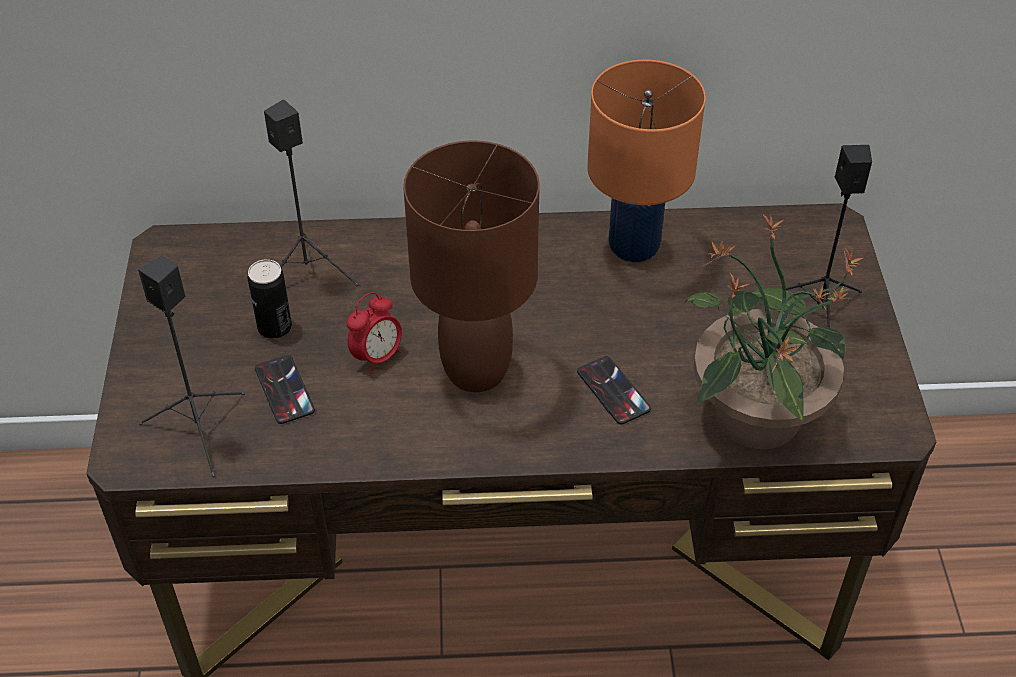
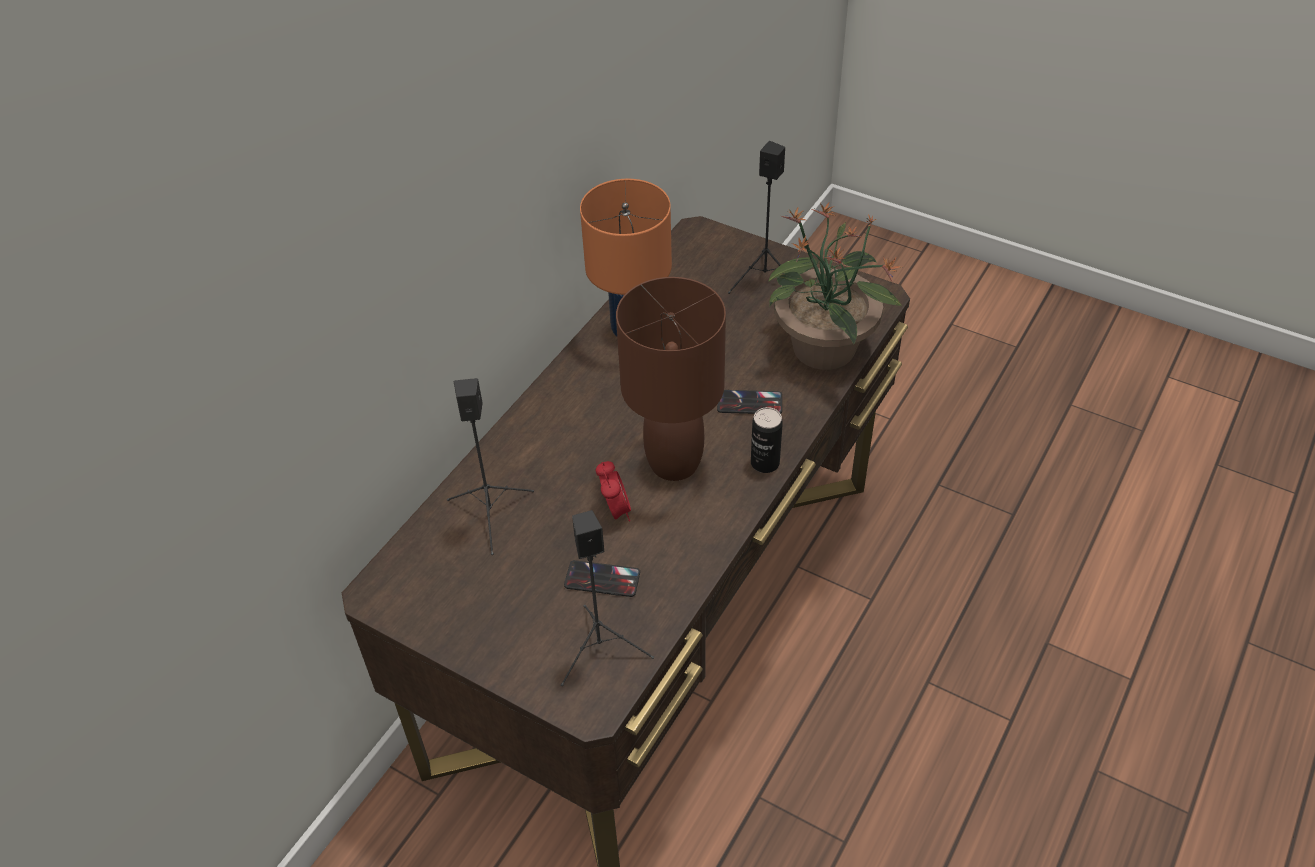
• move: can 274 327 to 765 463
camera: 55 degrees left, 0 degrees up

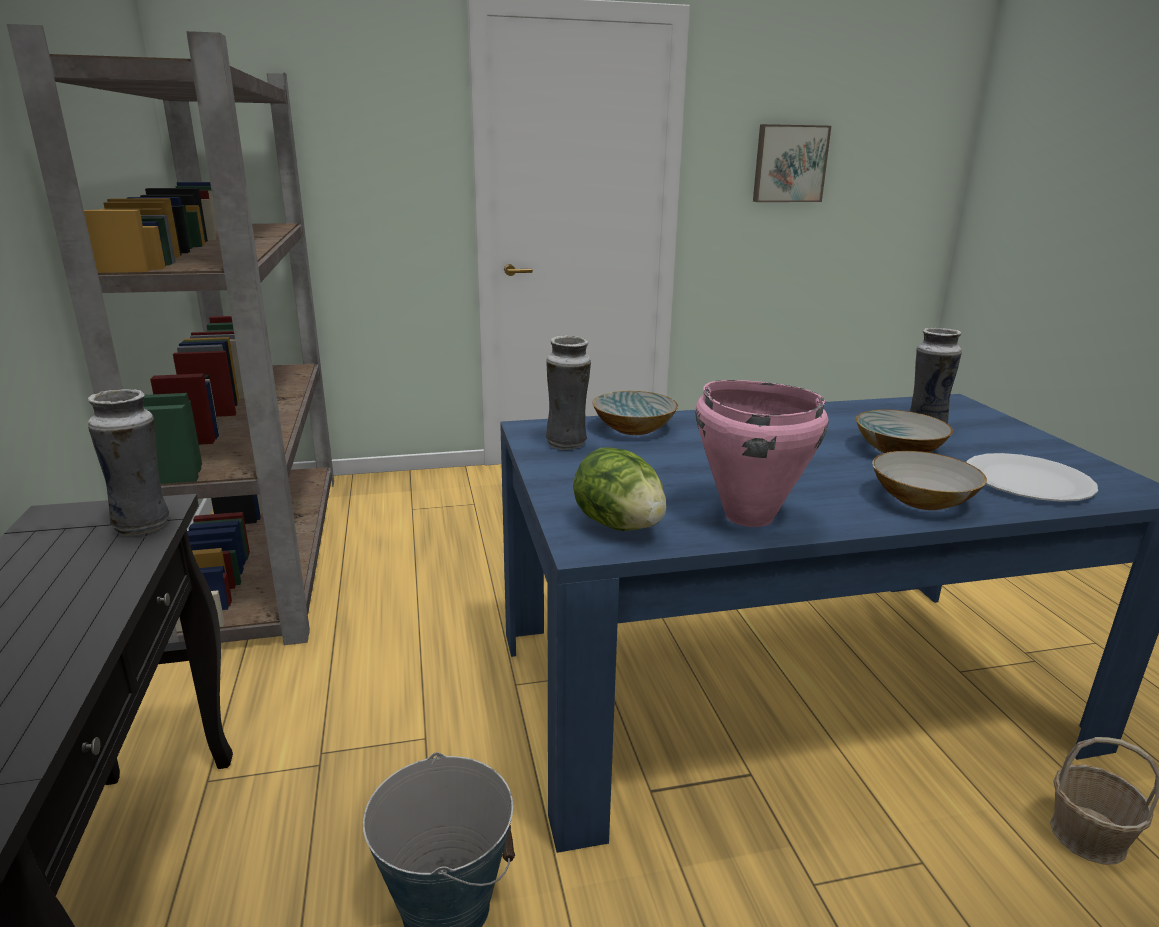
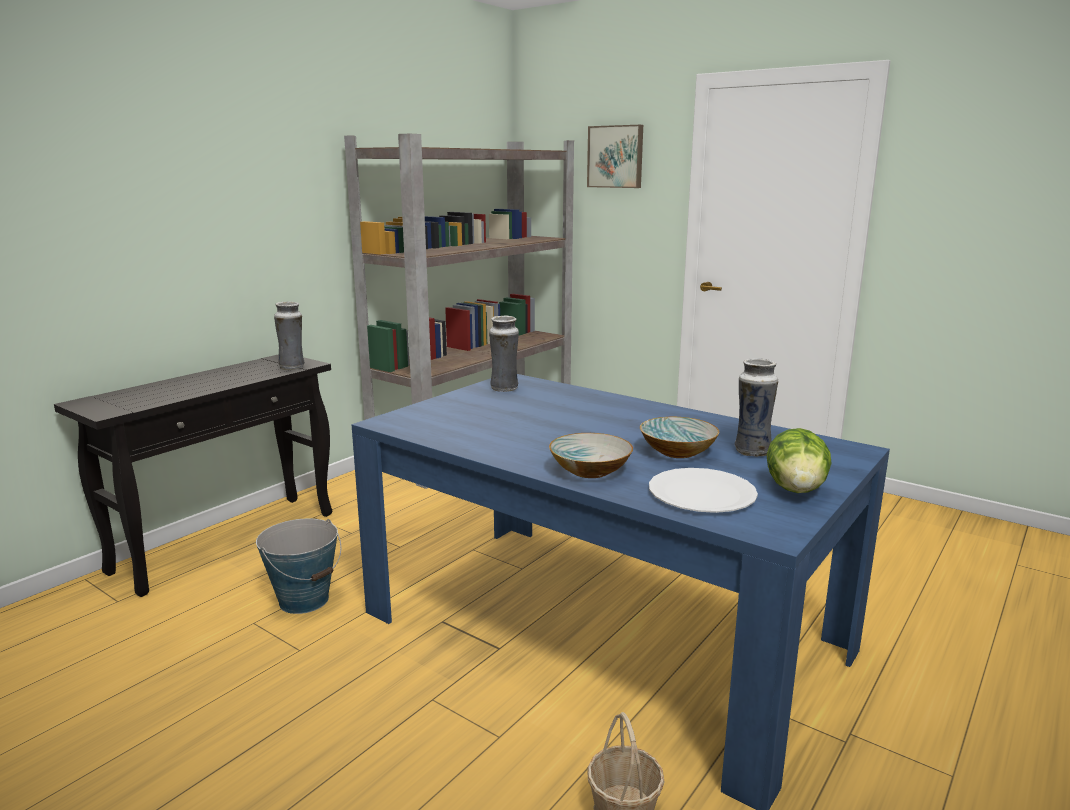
• move: picture 789 163 to 616 156
• move: lettuce 619 525 to 796 489
• delete: deep dish 635 428
• delete: pinkish saucepot 748 516
camera: 50 degrees right, 5 degrees down

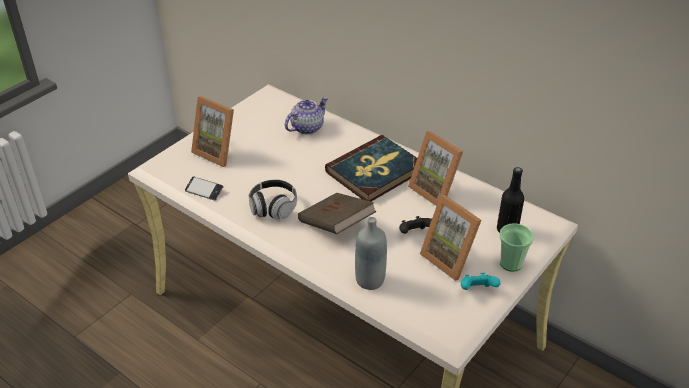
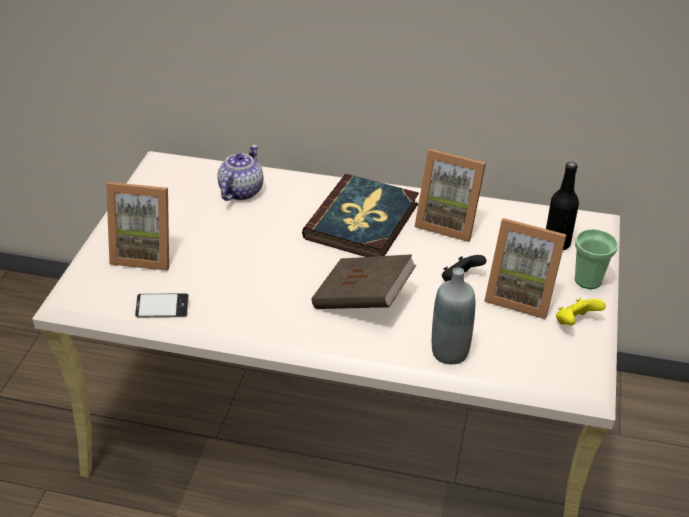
• recolor: turquoise game controller 477 290 to yellowish game controller 575 322
• delete: headset 273 207
camera: 25 degrees left, 0 degrees up

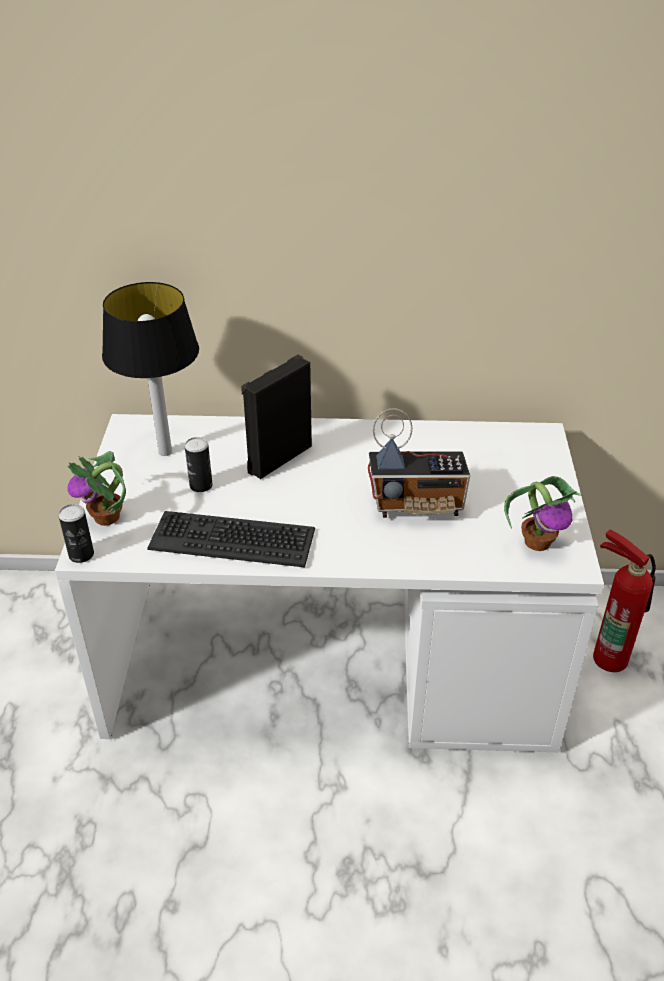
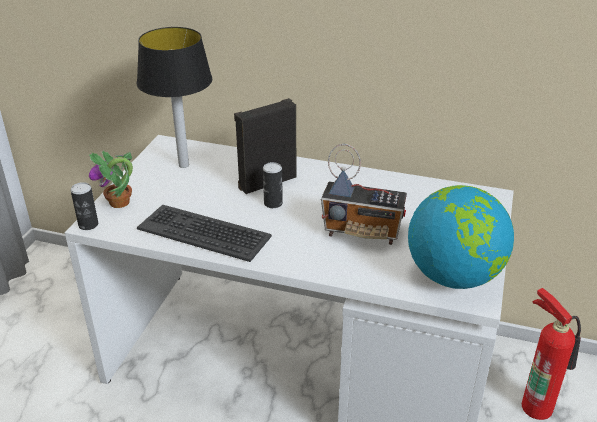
• move: can 201 485 to 273 203
• replace: plant in a pot 538 541 to globe 454 276
camera: 15 degrees right, 5 degrees down

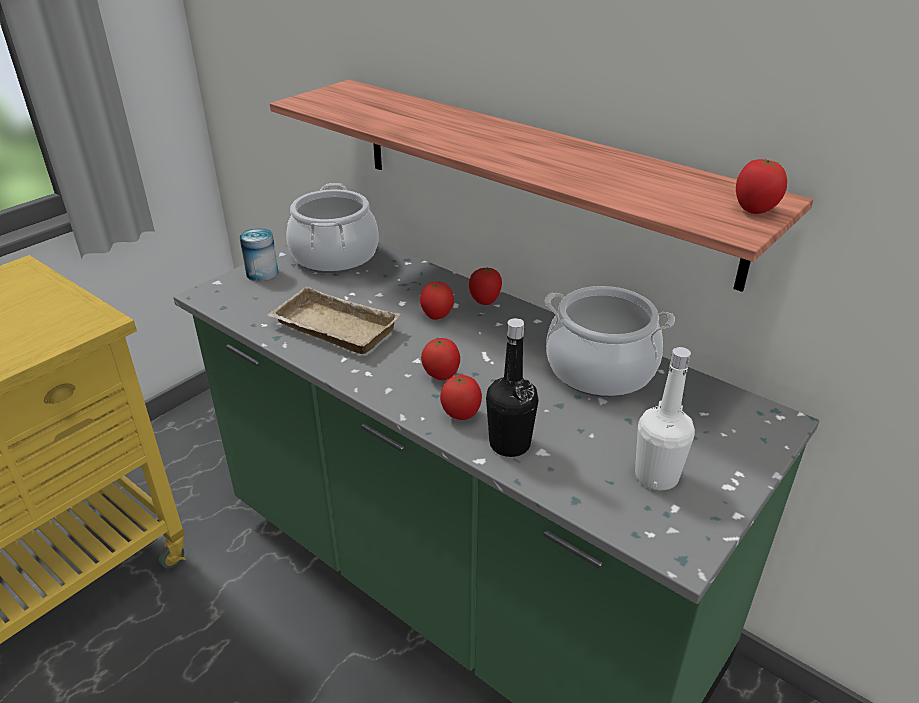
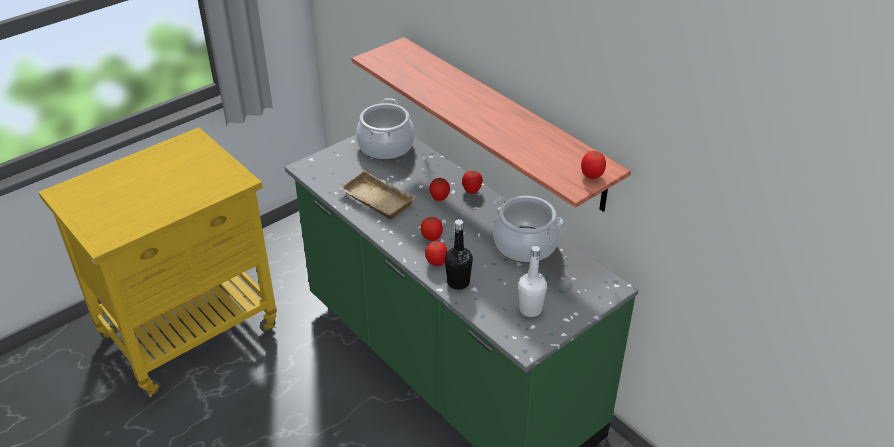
• delete: can 262 273
camera: 10 degrees right, 5 degrees up

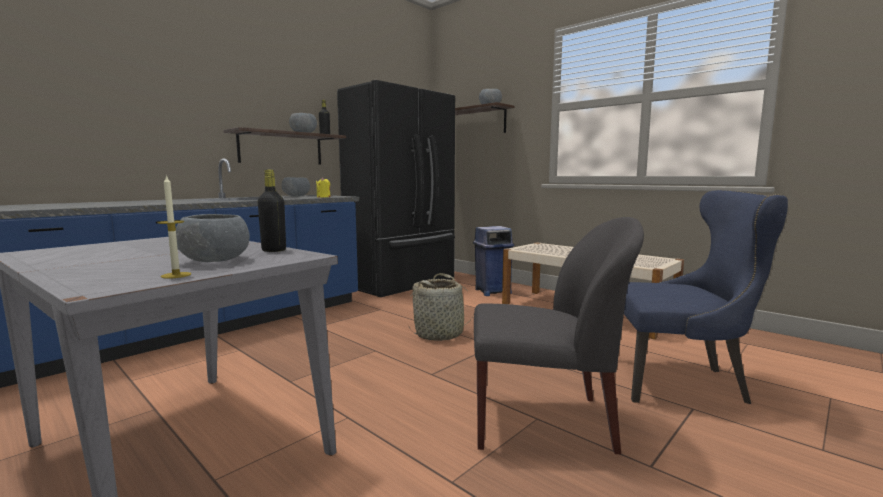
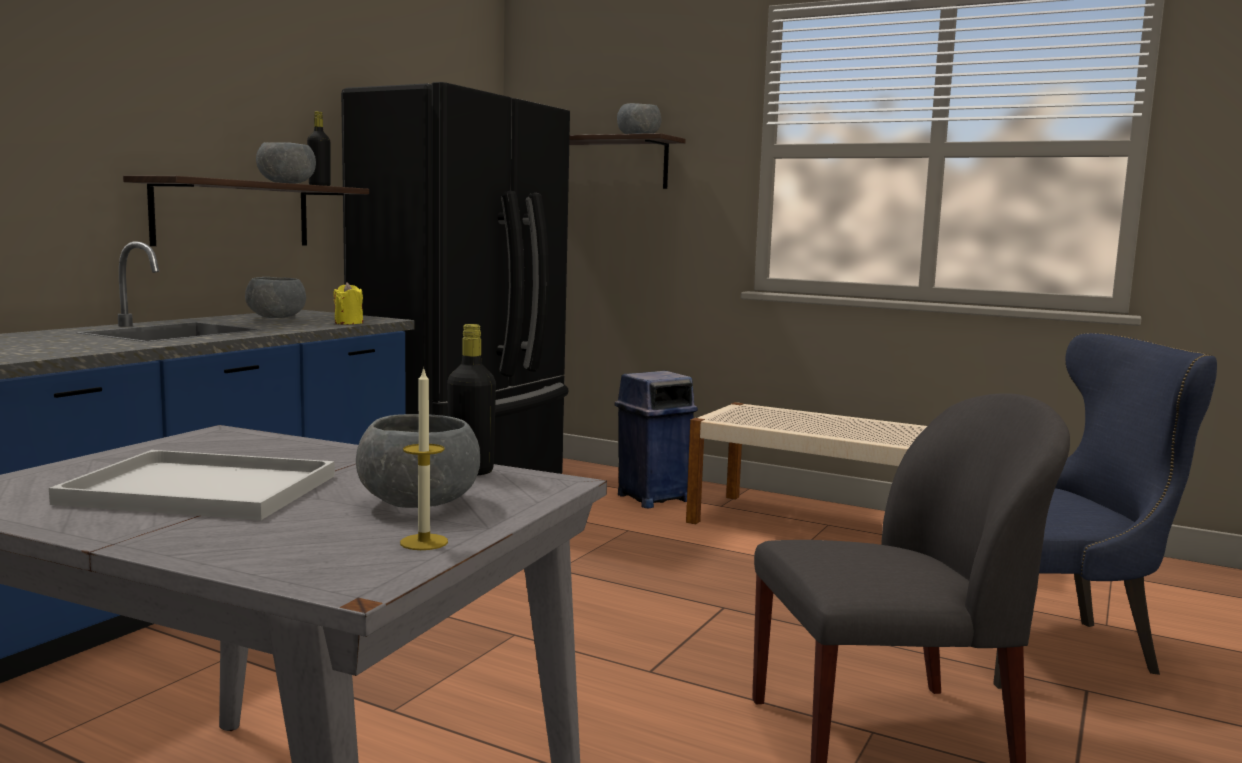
• insert: white tray 196 490
• delete: storage basket 439 334
camera: 15 degrees left, 0 degrees up

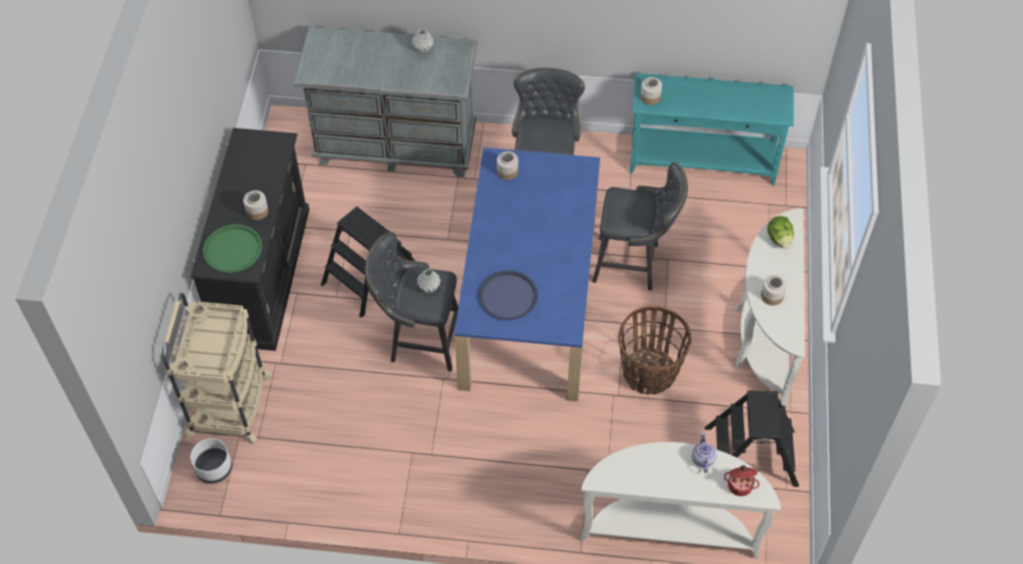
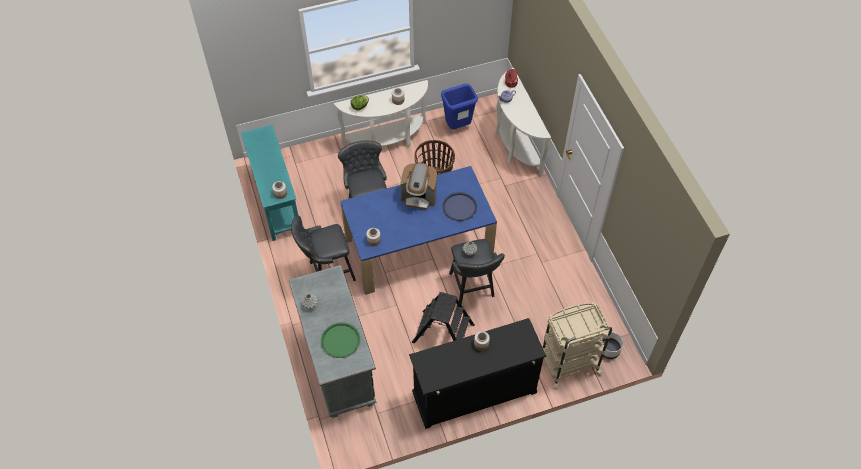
• move: green-coloured tray 232 249 to 340 340
• insert: coffee brewer 419 197
• replace: black-coloured step ladder 751 456 to blue-coloured waste bin 458 127
camera: 115 degrees left, 0 degrees up

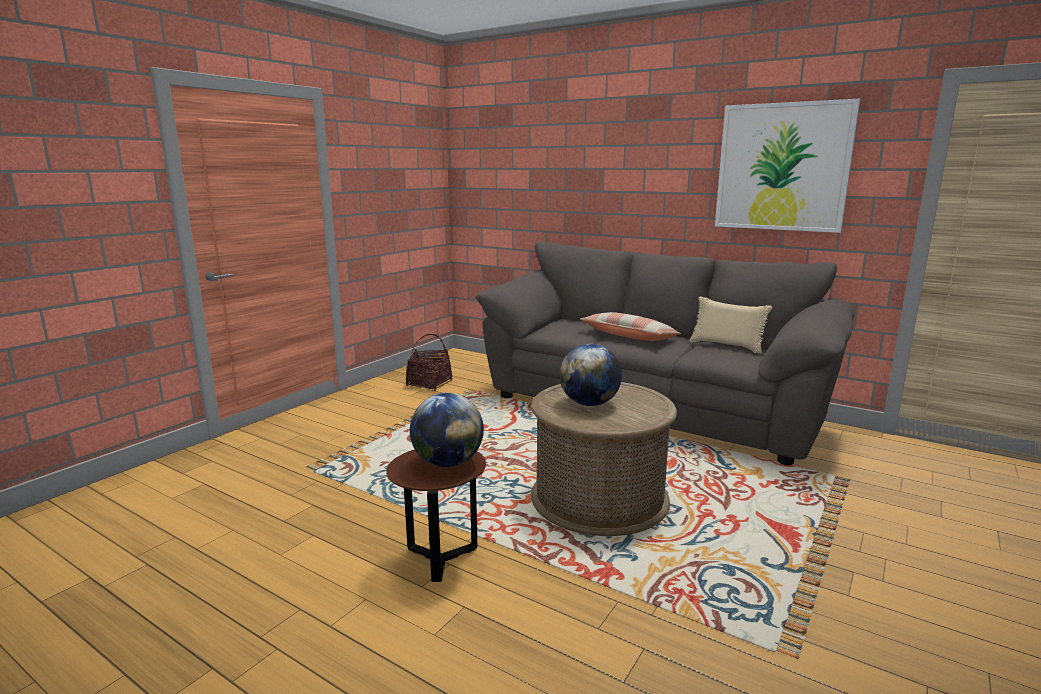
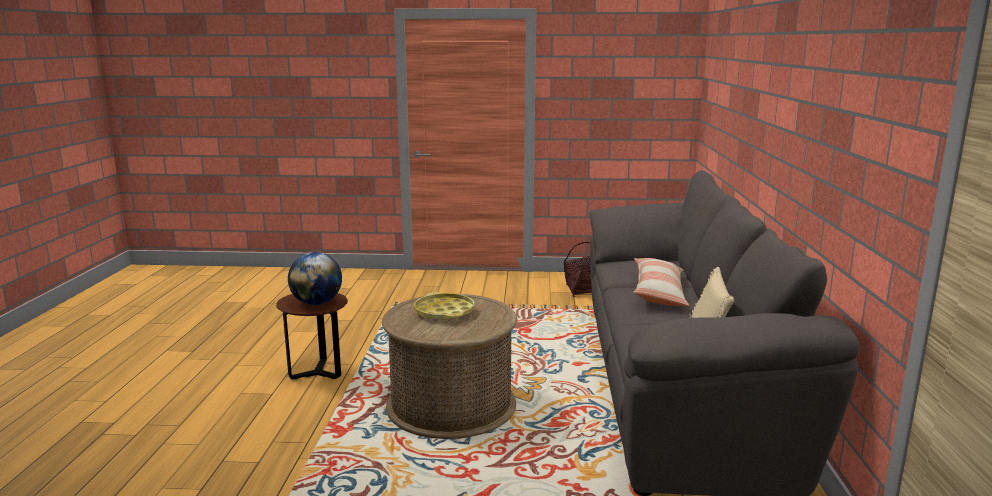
• replace: globe 589 404 to yellowish tray 444 312
• delete: picture 782 167
camera: 60 degrees right, 0 degrees up

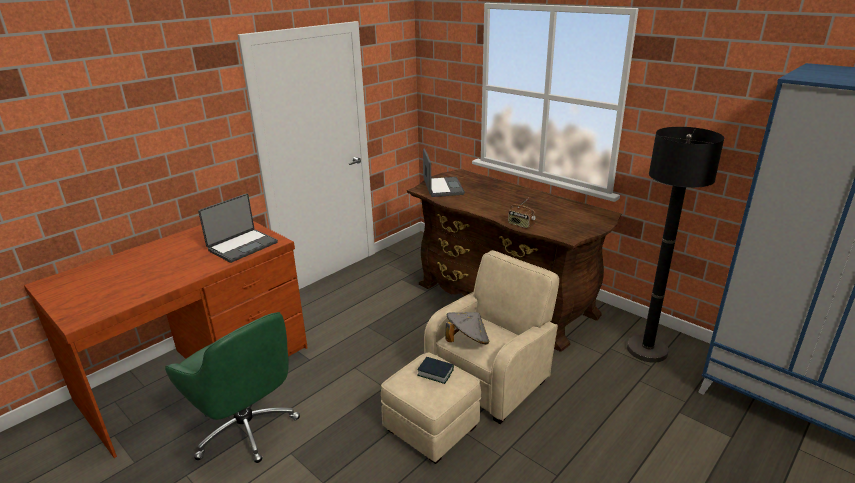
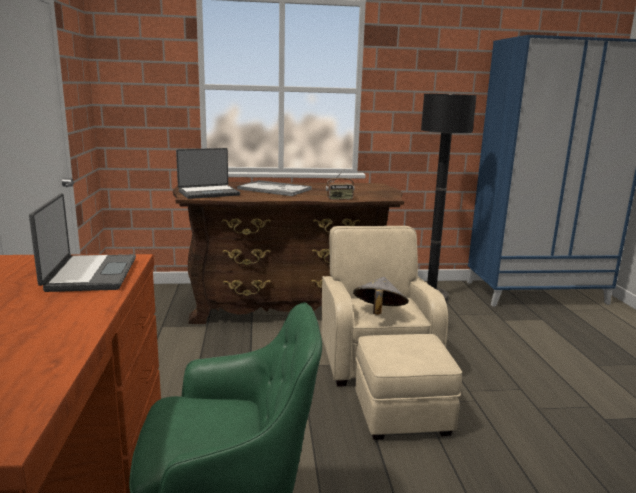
• rotate: notebook computer 442 188 = 208 193 120 degrees clockwise
• insert: tray 275 189
• delete: volume 435 372
camera: 50 degrees left, 10 degrees down

